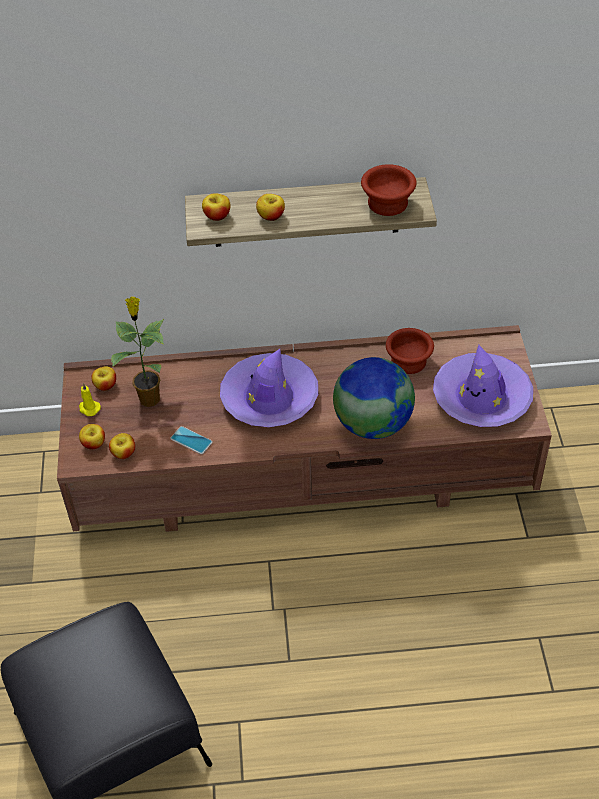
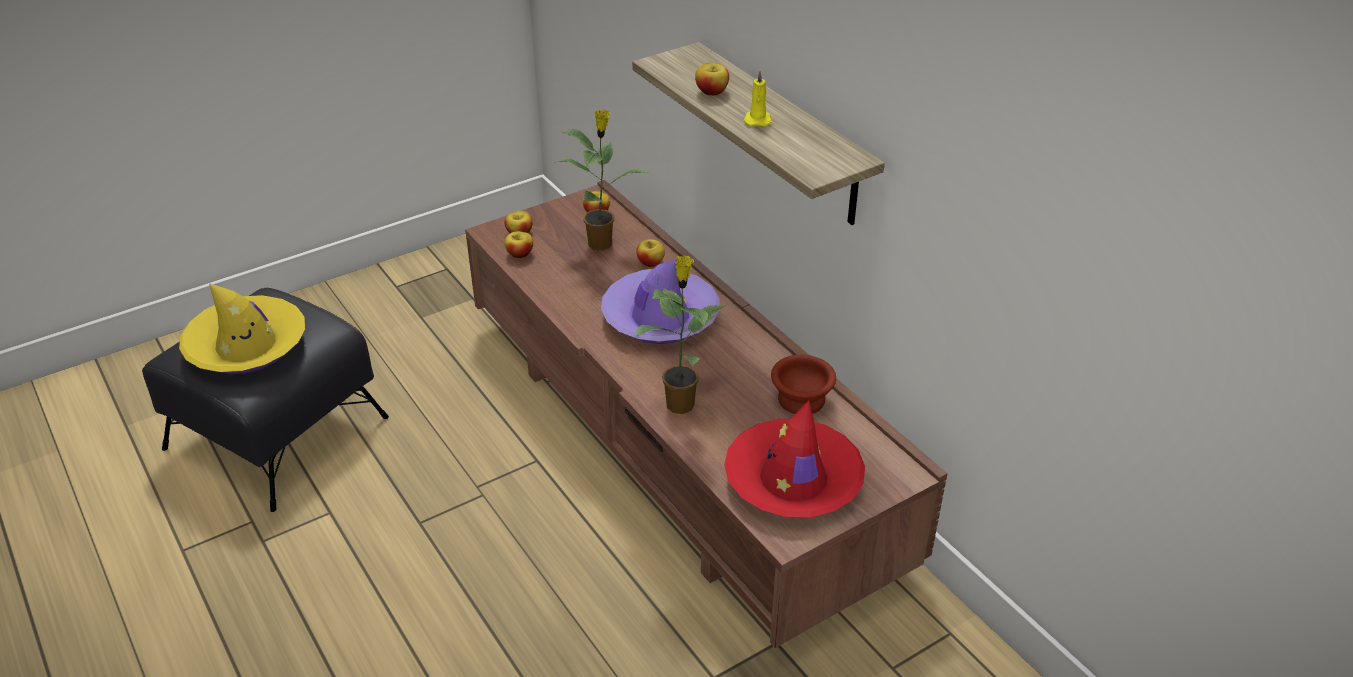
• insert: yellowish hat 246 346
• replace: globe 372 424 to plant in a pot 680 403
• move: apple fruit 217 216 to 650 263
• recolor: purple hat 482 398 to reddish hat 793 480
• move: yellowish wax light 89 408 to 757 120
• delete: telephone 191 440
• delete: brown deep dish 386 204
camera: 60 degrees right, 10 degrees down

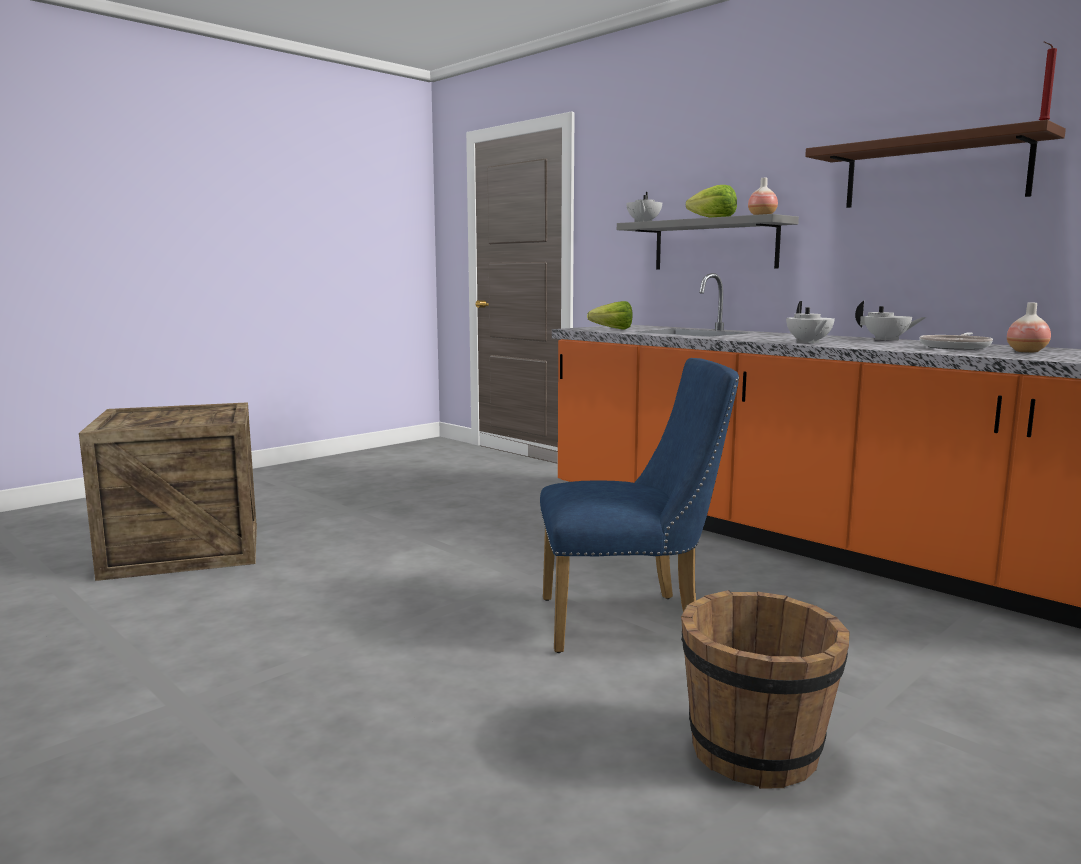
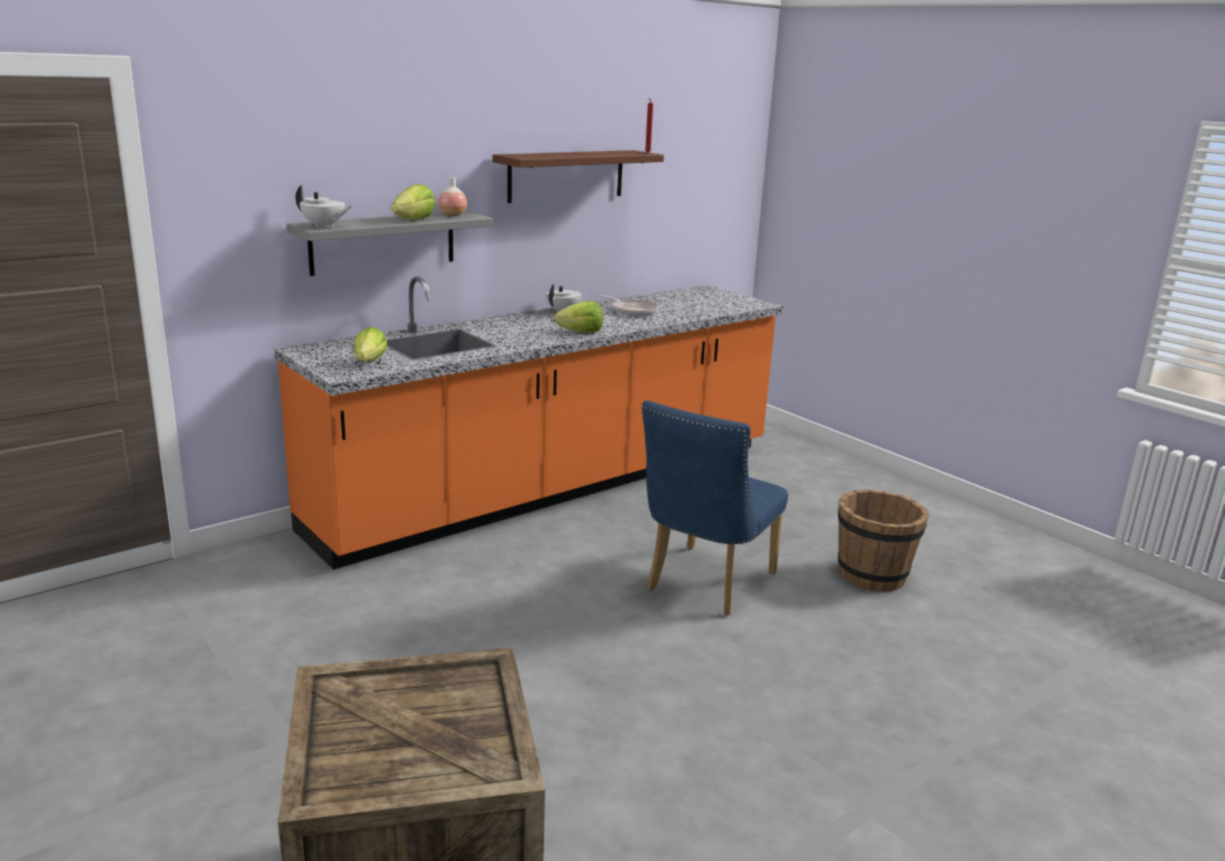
• replace: white tea pot 808 342 to lettuce 581 332
• rotate: blue-coloured plain chair 631 622 = 704 584 150 degrees counterclockwise
• delete: vase 1026 352
camera: 85 degrees left, 10 degrees up

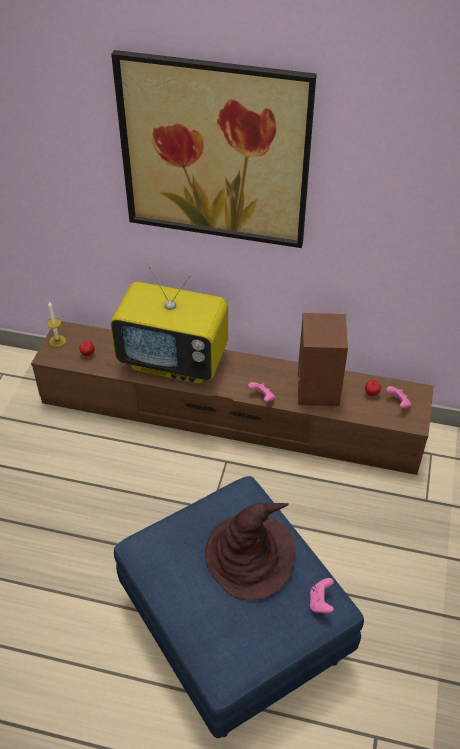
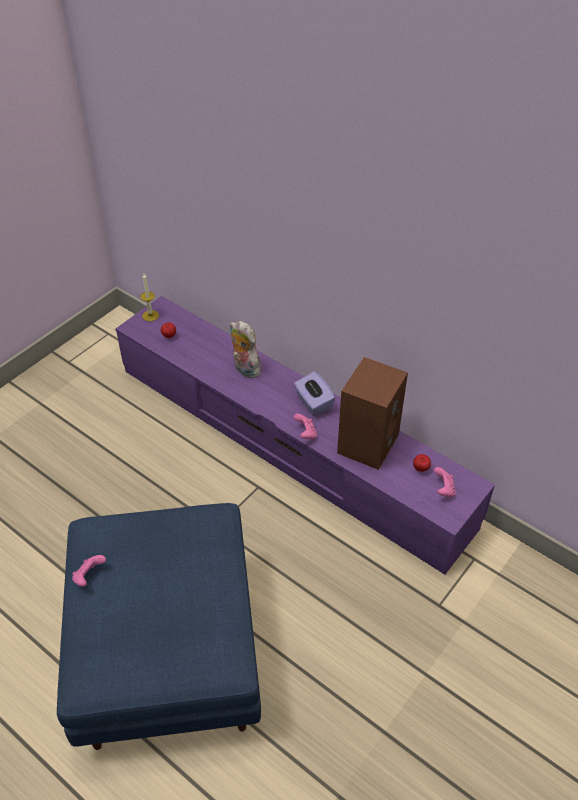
• move: pinkish game controller 321 602 to 89 576
• recolor: brown tv unit 230 414 to purple tv unit 289 443
• replace: TV set 175 360 to plush toy 244 369
• insert: purple tissue box 313 403
• delete: picture 215 152
• delete: brown hat 250 556
camera: 25 degrees right, 0 degrees up

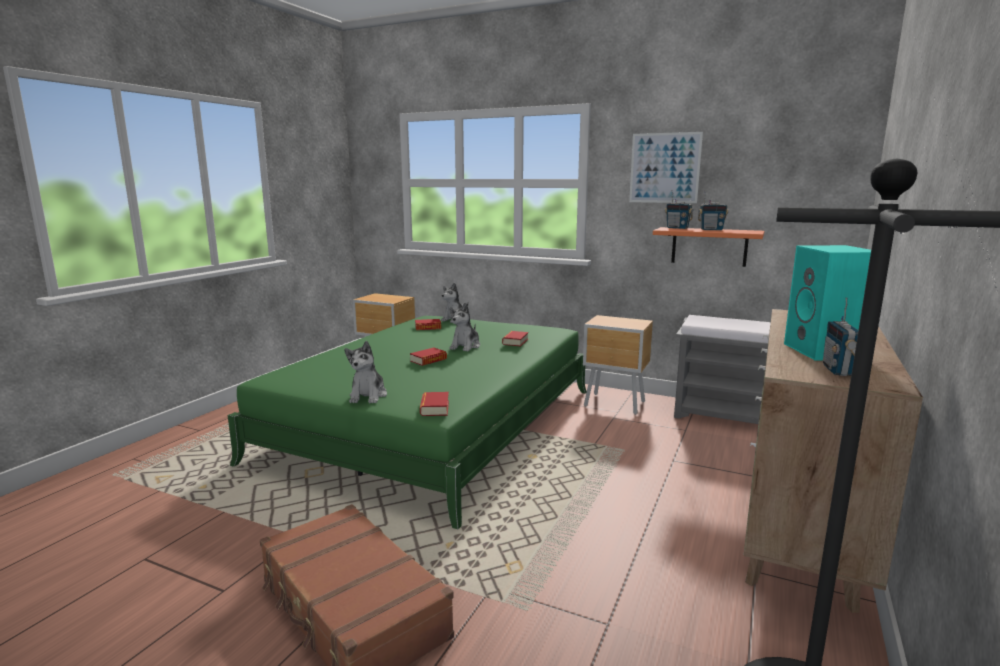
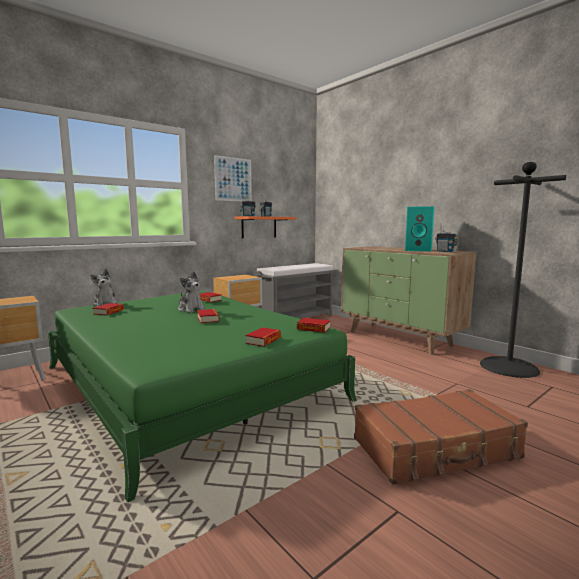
• replace: plush toy 368 396 to volume 263 341
camera: 65 degrees left, 5 degrees down

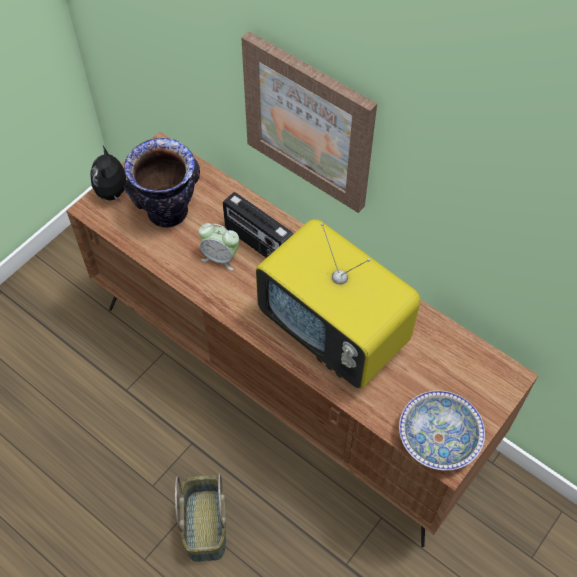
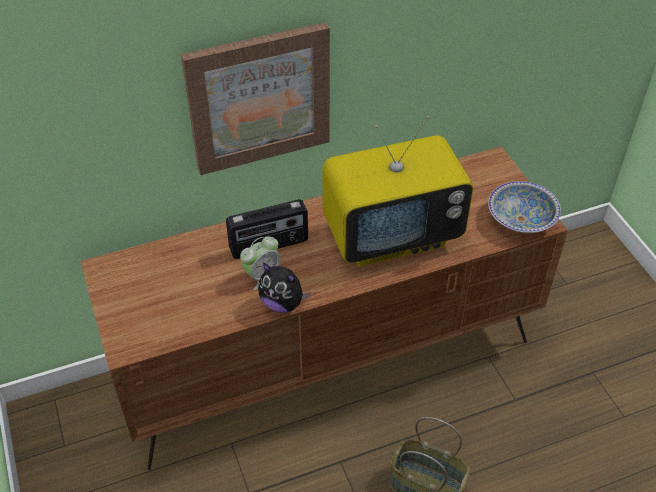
• move: plush toy 115 192 to 283 303
• delete: vase 168 213
camera: 60 degrees left, 10 degrees down

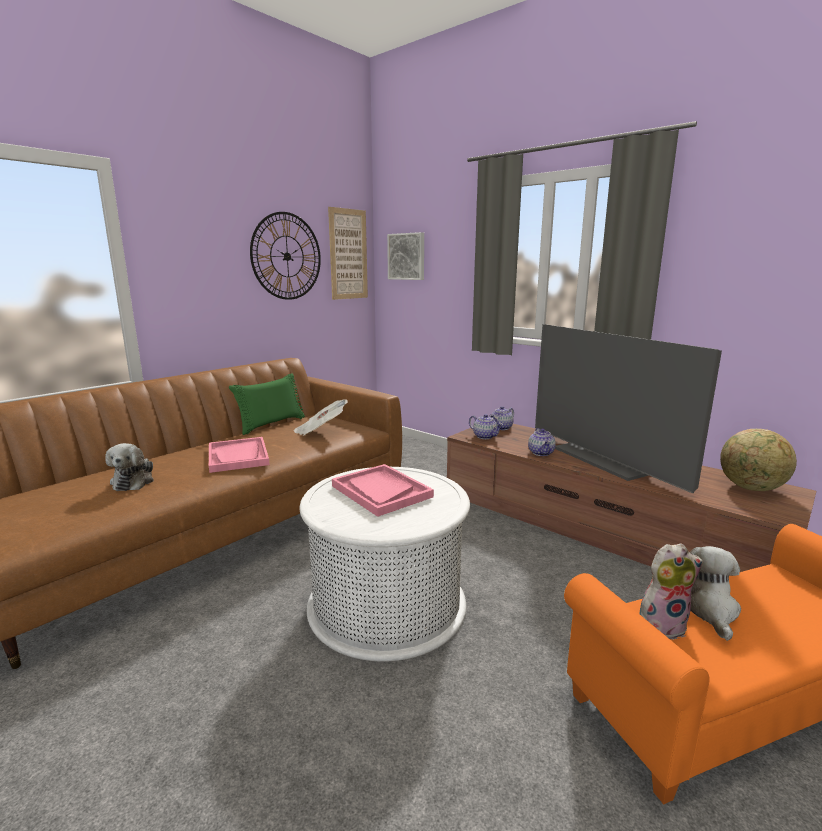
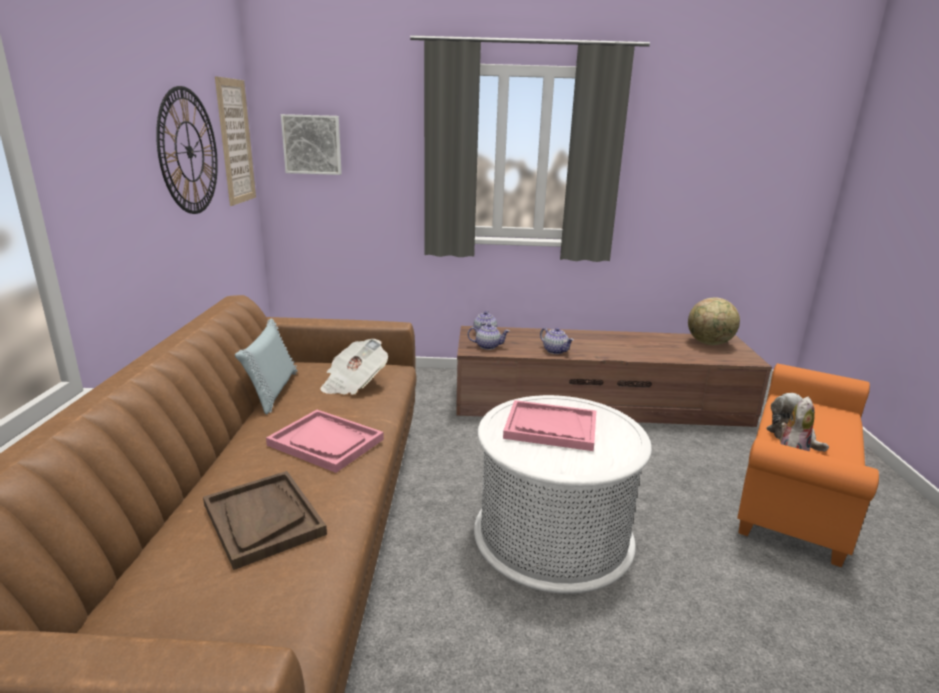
• replace: plush toy 134 481 to brown tray 263 519
• recolor: green-coloured pillow 271 424 to blue-coloured pillow 272 391
• delete: TV set 606 459
camera: 40 degrees left, 5 degrees up

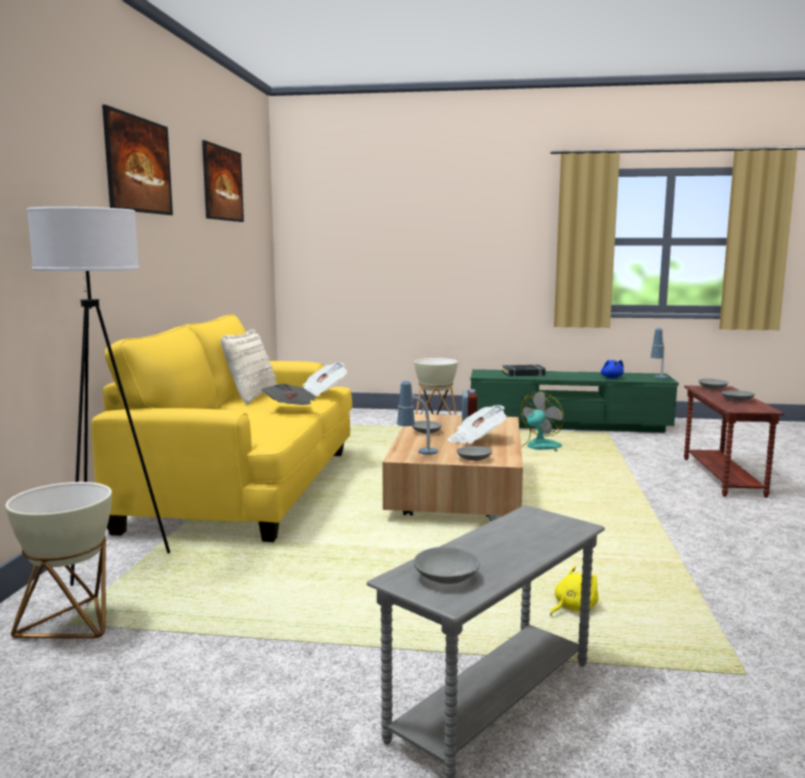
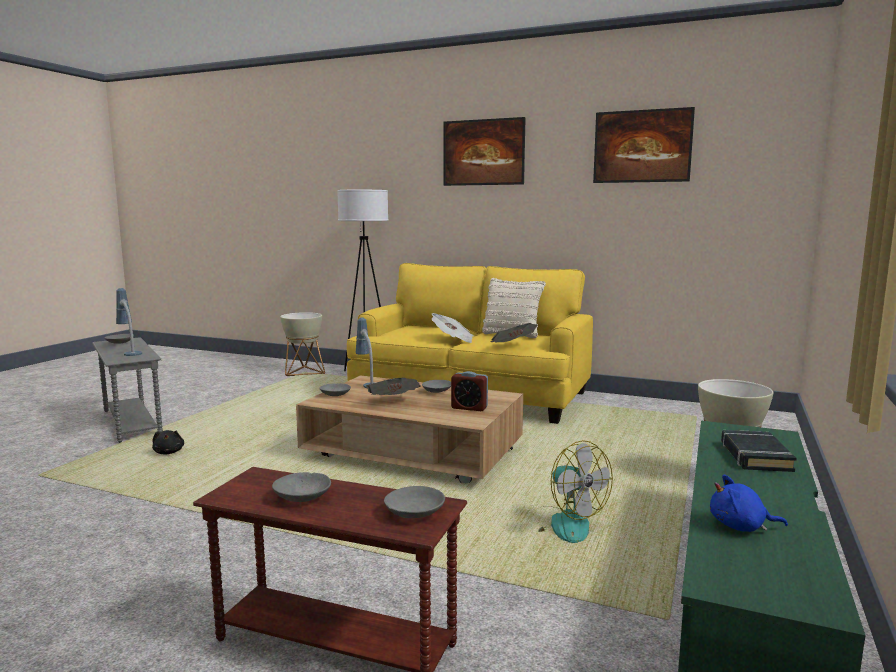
• move: tabletop lamp 658 379 to 130 352
• recolor: yellowish plush toy 573 608 to black-coloured plush toy 169 452
camera: 105 degrees right, 0 degrees up

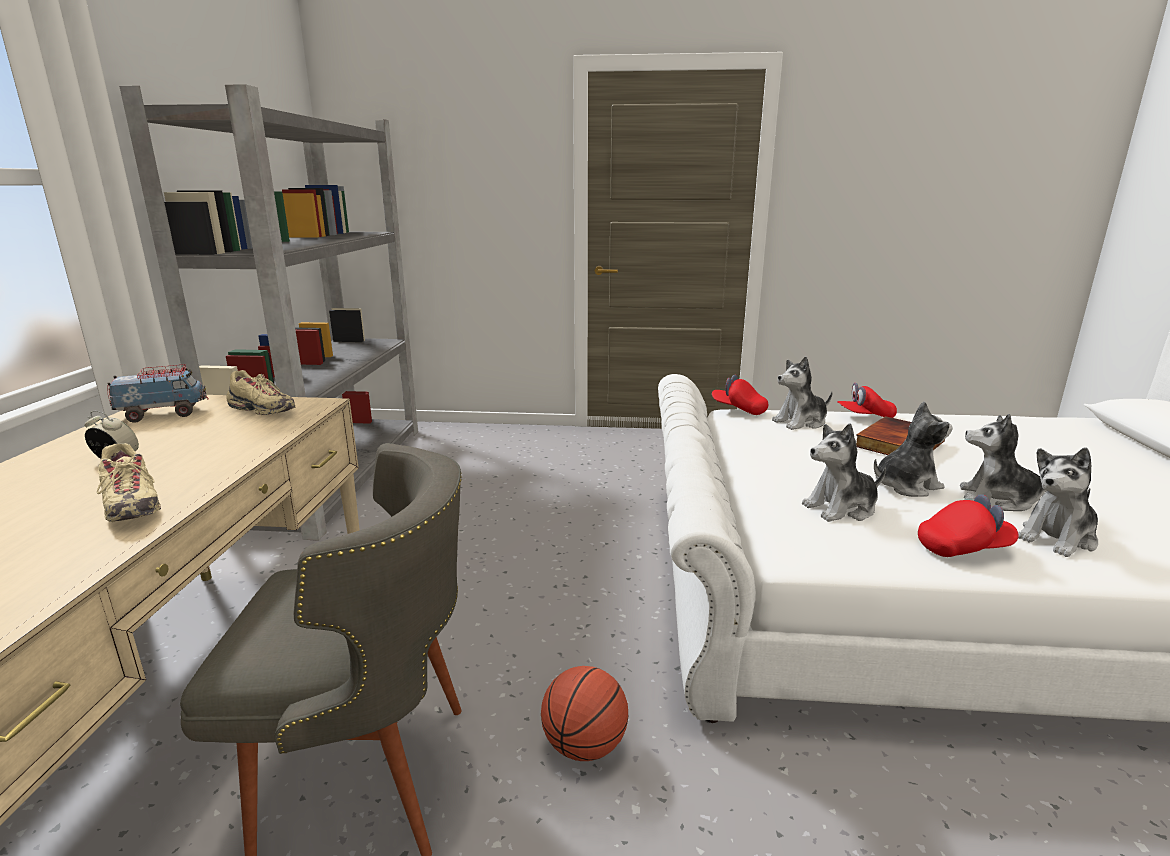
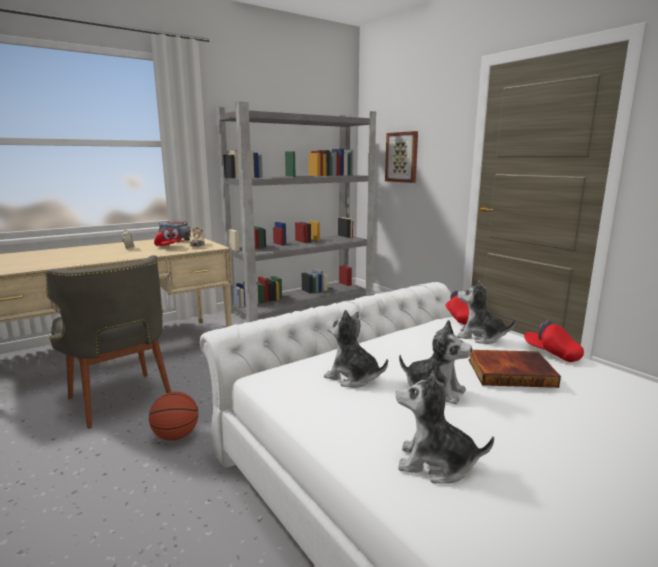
• move: reddish baseball cap 963 548 to 169 247
• insert: picture 402 157
• delete: sand-coloured shoe 131 506
• delete: plush toy 998 499
camera: 50 degrees right, 5 degrees down

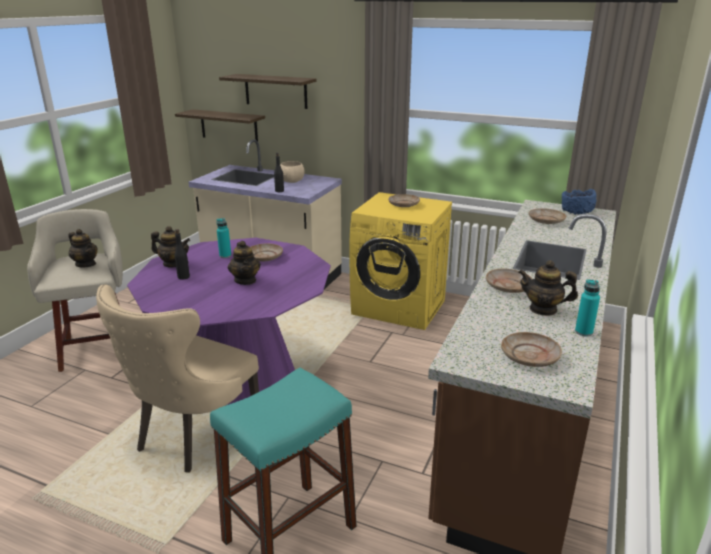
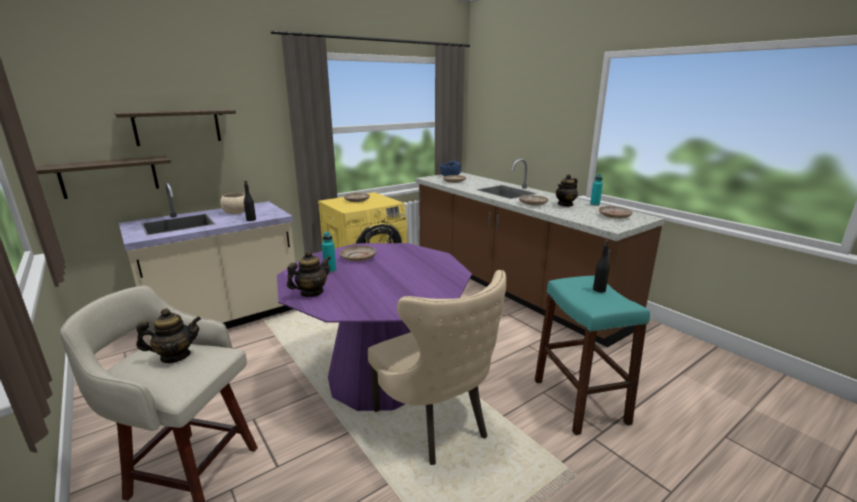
• move: black-coloured beverage bottle 184 277 to 599 290
• delete: tea pot 245 280
camera: 60 degrees left, 5 degrees down

